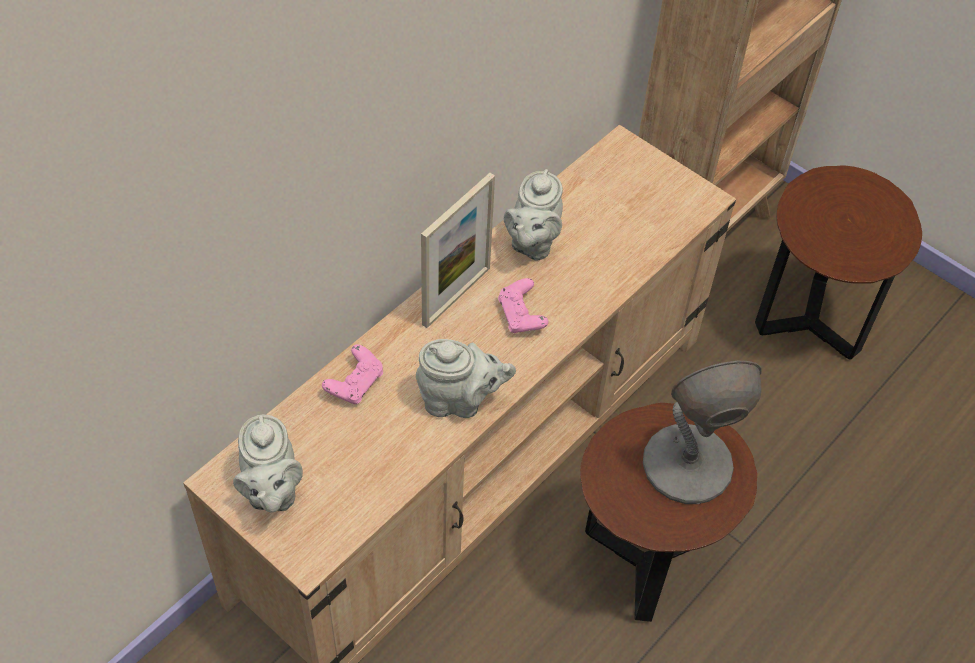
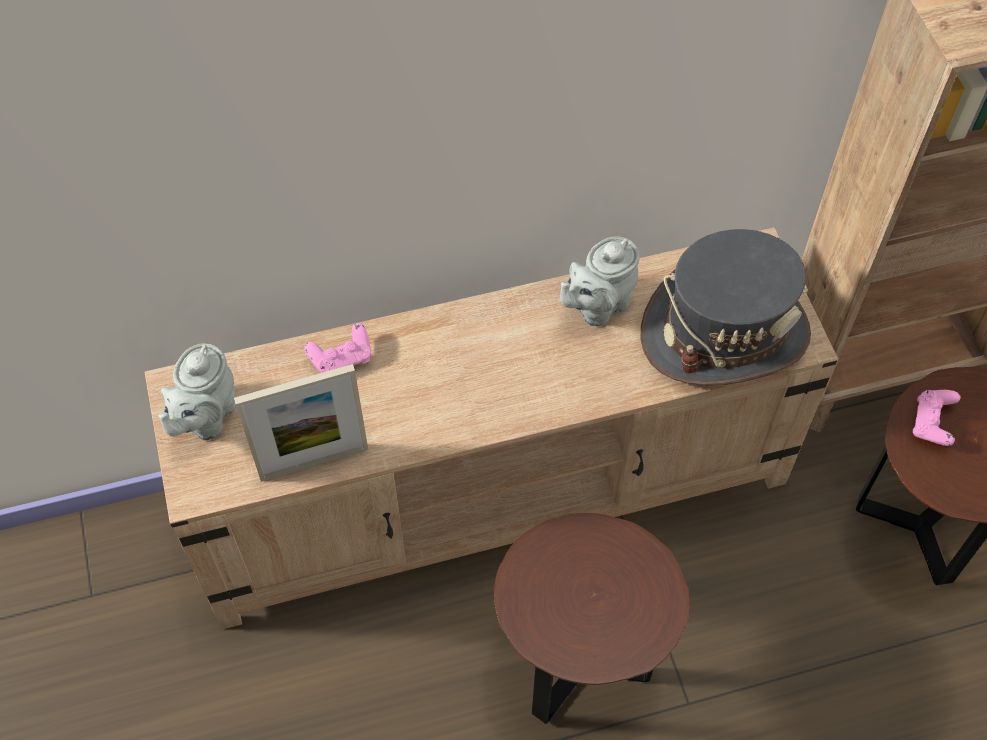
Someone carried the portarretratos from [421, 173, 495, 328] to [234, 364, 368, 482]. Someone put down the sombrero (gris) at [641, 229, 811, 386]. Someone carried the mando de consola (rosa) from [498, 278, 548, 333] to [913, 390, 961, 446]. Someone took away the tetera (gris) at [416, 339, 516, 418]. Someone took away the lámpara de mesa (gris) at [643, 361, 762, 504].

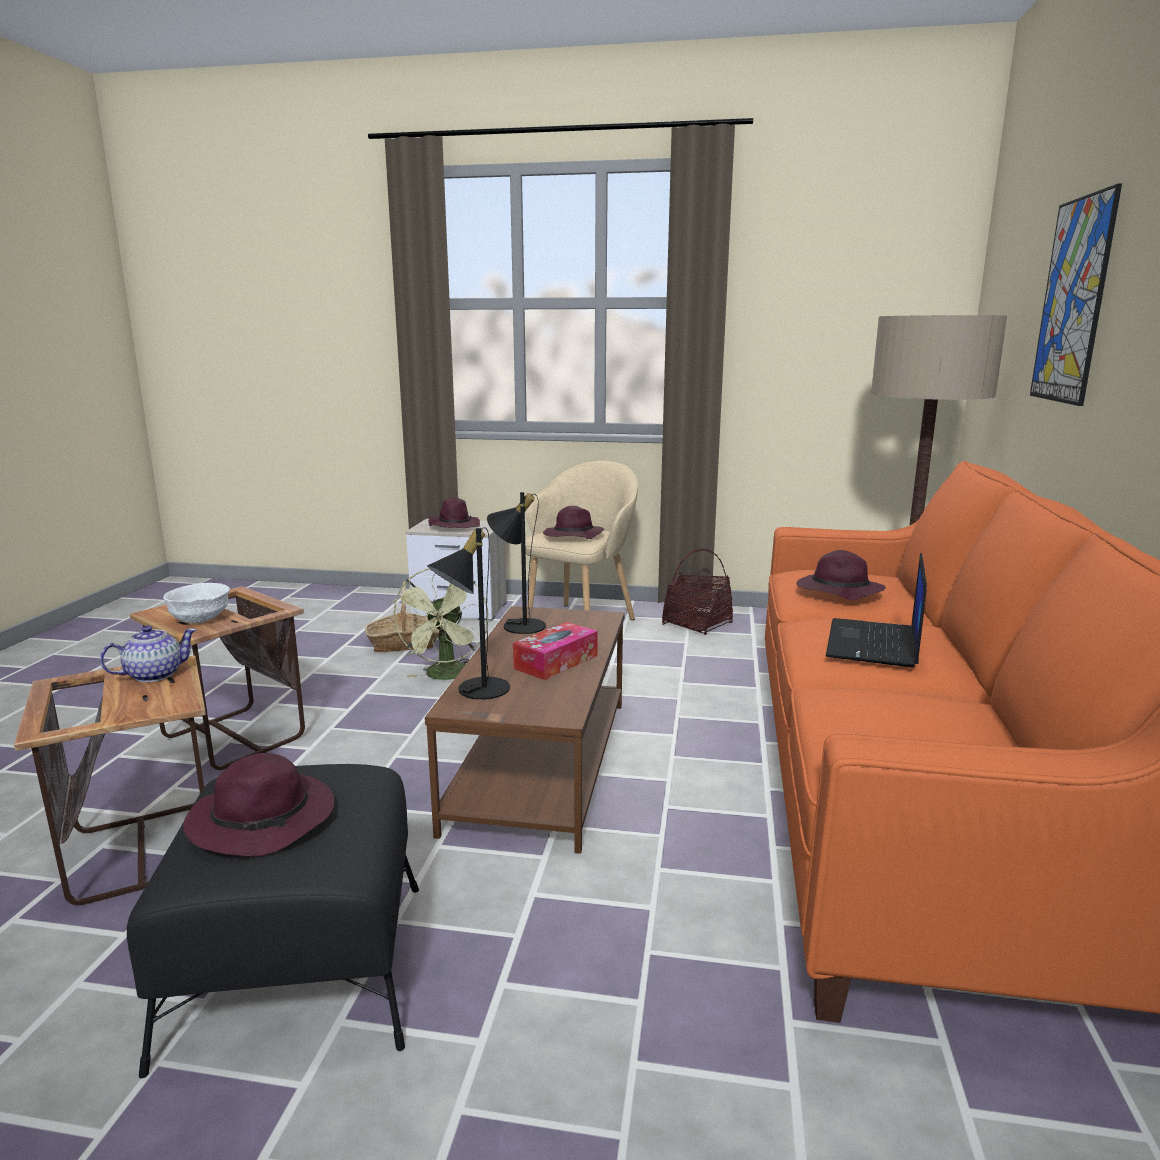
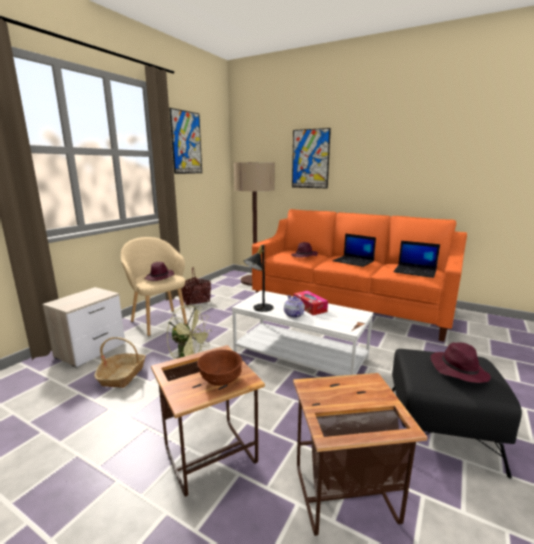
Someone put up the cuadro at [169, 108, 202, 174]. Someone repainted the cuenco (blanco) at [163, 583, 230, 624], which became the cuenco (marrón) at [197, 350, 242, 386]. Someone repainted the mesa de centro (marrón) at [425, 606, 625, 854], which became the mesa de centro (blanco) at [232, 290, 374, 376]. Someone carried the tetera from [100, 626, 197, 682] to [284, 295, 305, 318]. Someone put down the portátil at [394, 241, 440, 278]. Someone took away the lámpara de mesa (negro) at [427, 527, 510, 700]. Someone took away the sombrero (morado) at [428, 497, 480, 528].

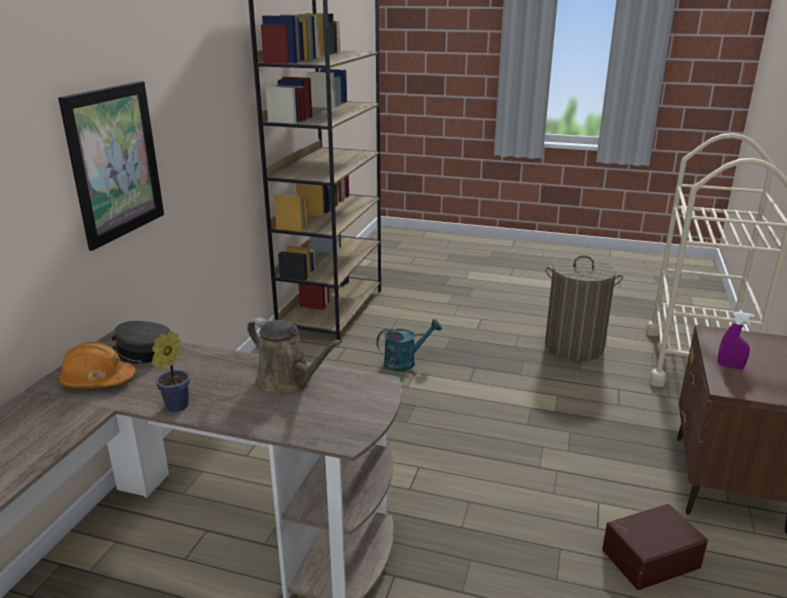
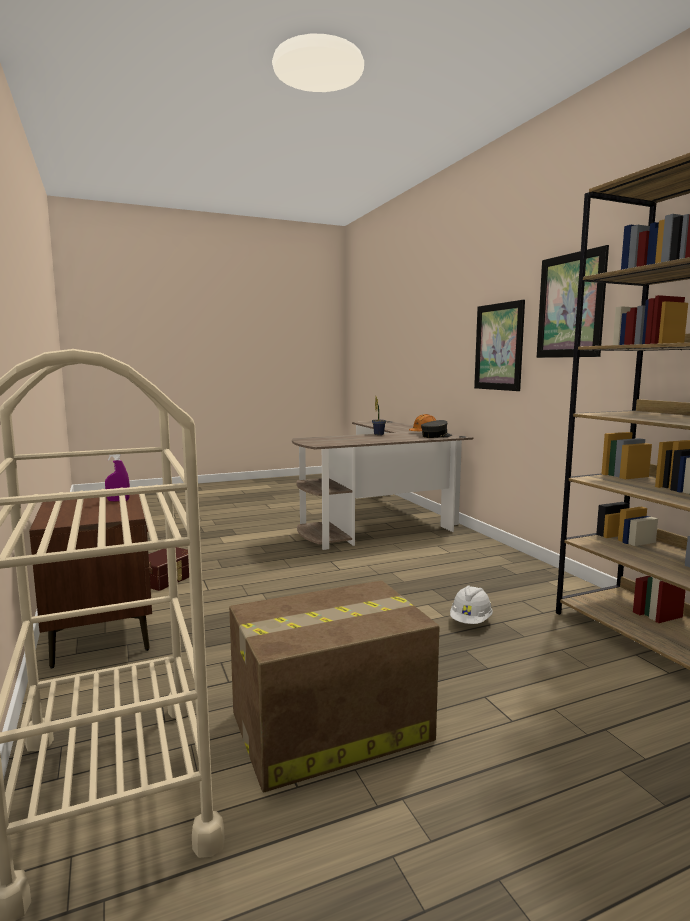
Someone swapped the cesto de la ropa at [545, 256, 623, 361] for the caja de cartón at [229, 580, 439, 792]. Someone swapped the regadera (turquesa) at [376, 319, 442, 371] for the casco (blanco) at [450, 585, 493, 624]. Someone put up the cuadro at [537, 245, 609, 358]. Someone took away the regadera (marrón) at [247, 317, 342, 396].

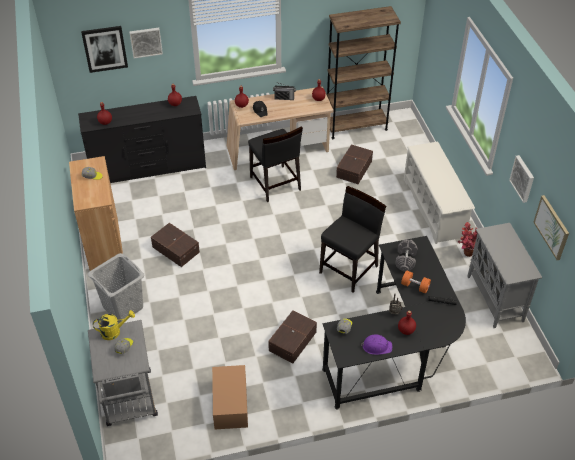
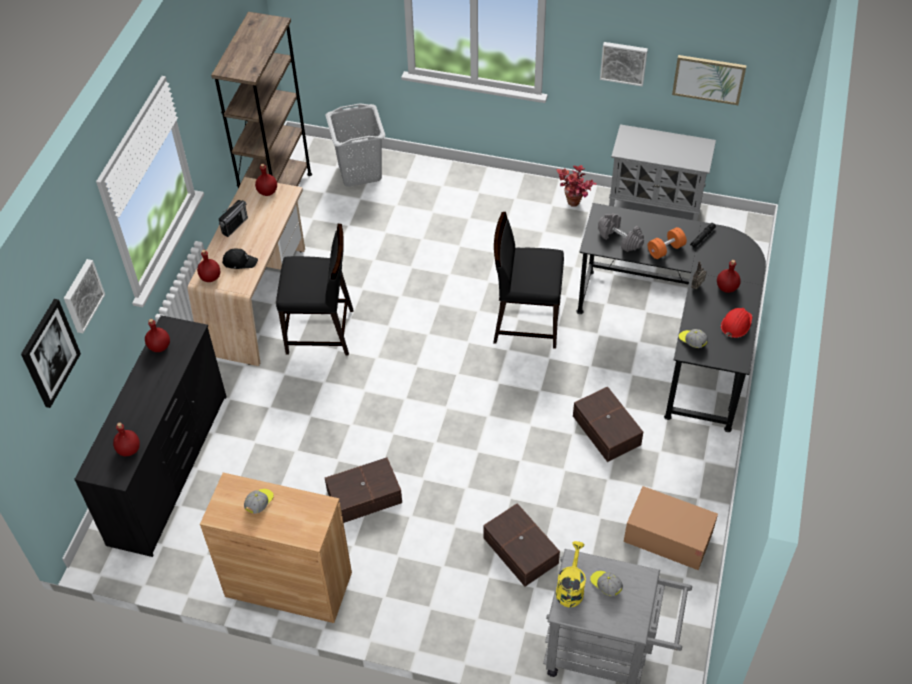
Someone carried the cesto de la ropa (gris) from [87, 253, 145, 323] to [325, 104, 385, 187]. Someone carried the caja de almacenaje (marrón) from [336, 144, 373, 184] to [483, 503, 560, 587]. Someone rotated the silla (negro) at [319, 186, 386, 293] by 60 degrees counterclockwise. Someone repainted the casco (morado) at [361, 334, 392, 355], which became the casco (rojo) at [721, 308, 752, 338]. Someone took away the zapatero (blanco) at [404, 141, 475, 244].

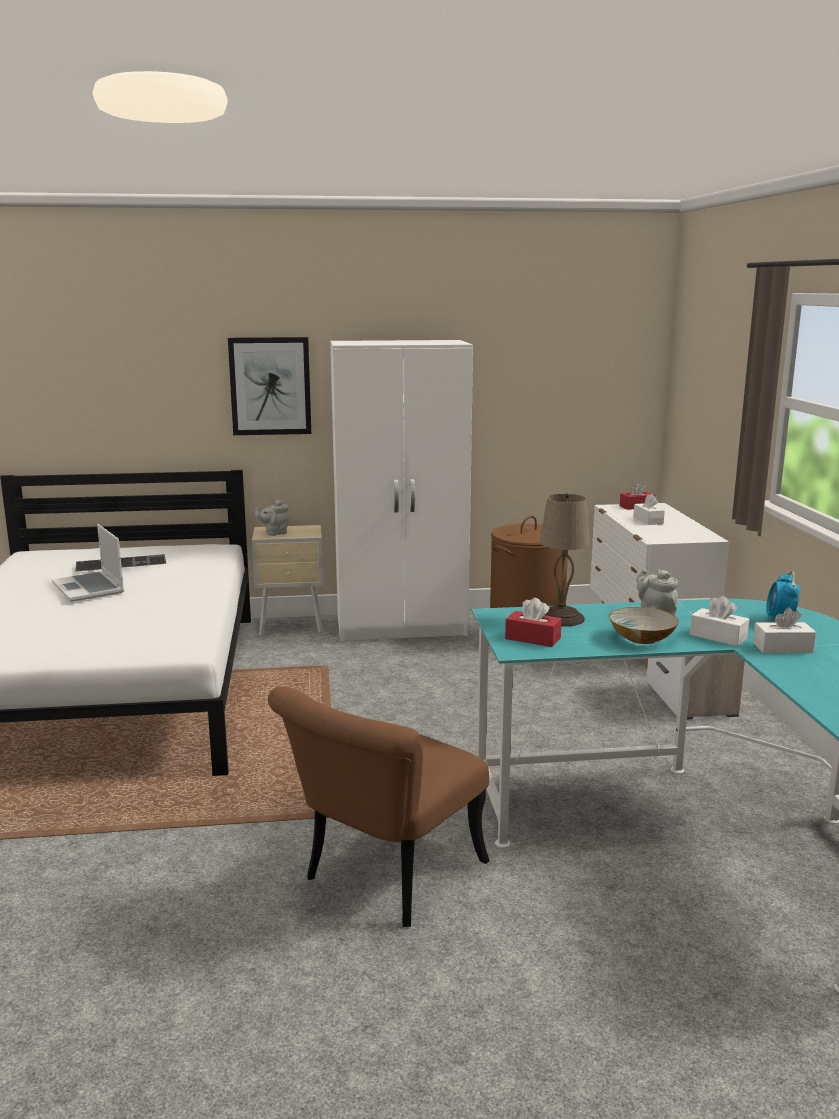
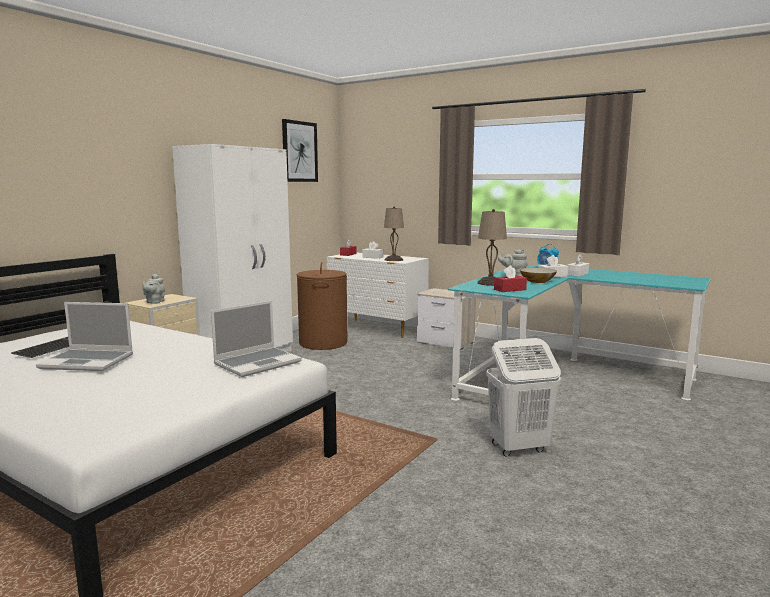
Someone put down the portátil at [211, 301, 302, 377]. Someone carried the cuadro from [228, 337, 311, 435] to [282, 119, 318, 182]. Someone put down the lámpara de mesa (beis) at [384, 206, 404, 261]. Someone swapped the silla (marrón) at [268, 686, 490, 927] for the cesto de la ropa (blanco) at [486, 338, 561, 457].

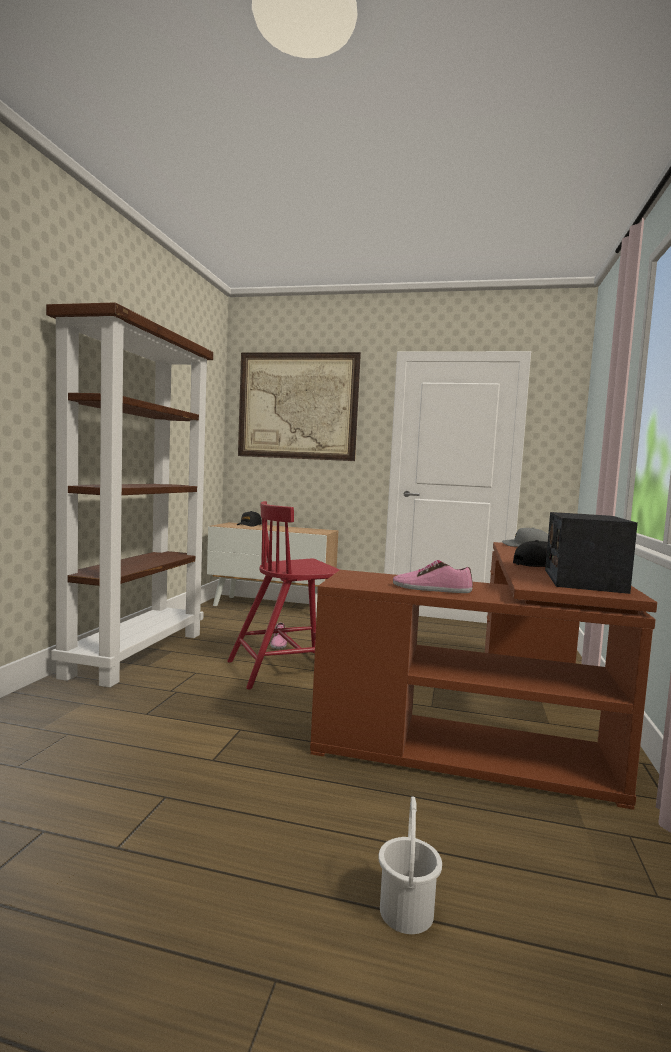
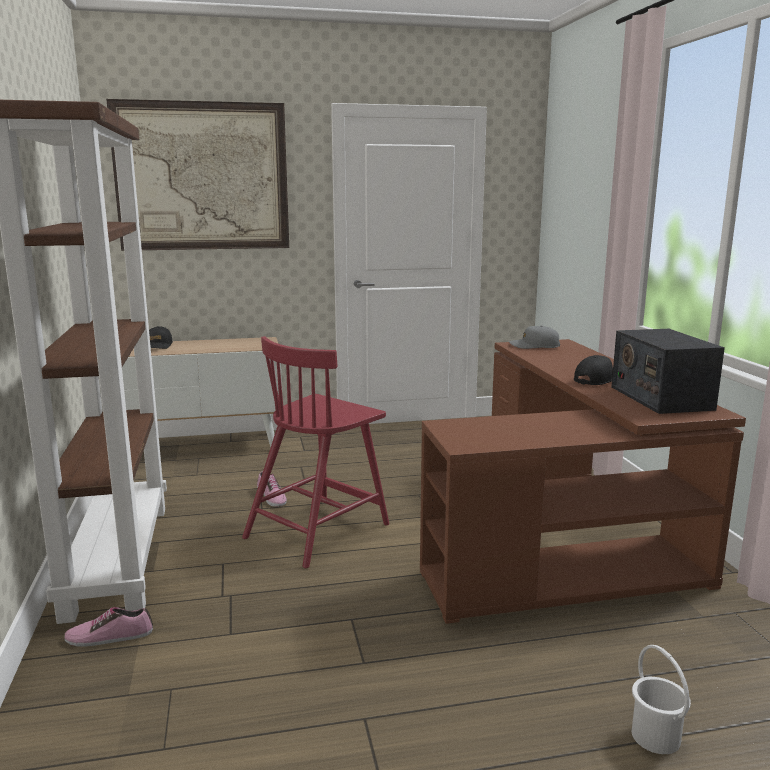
Someone carried the zapato from [393, 560, 473, 593] to [64, 607, 153, 647].

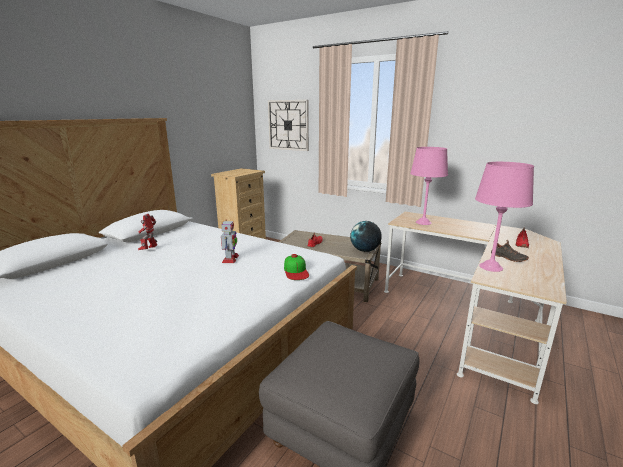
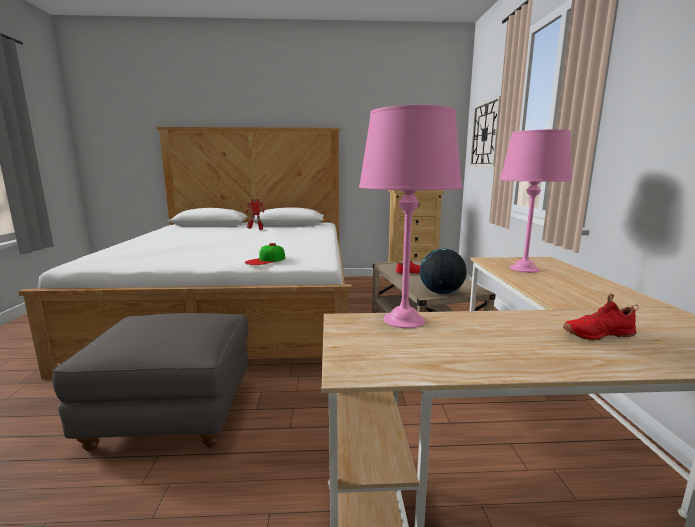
Someone took away the robot de juguete at [221, 221, 239, 263]. Someone took away the zapato (negro) at [491, 240, 529, 262].

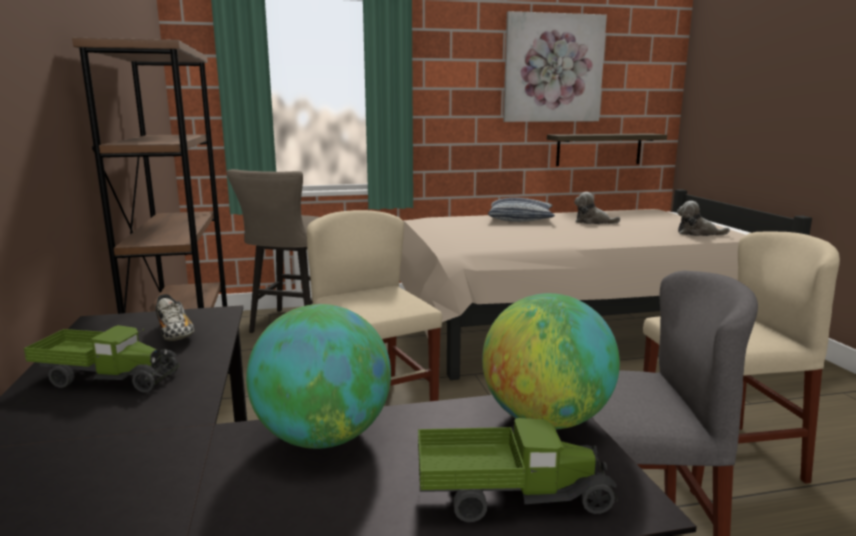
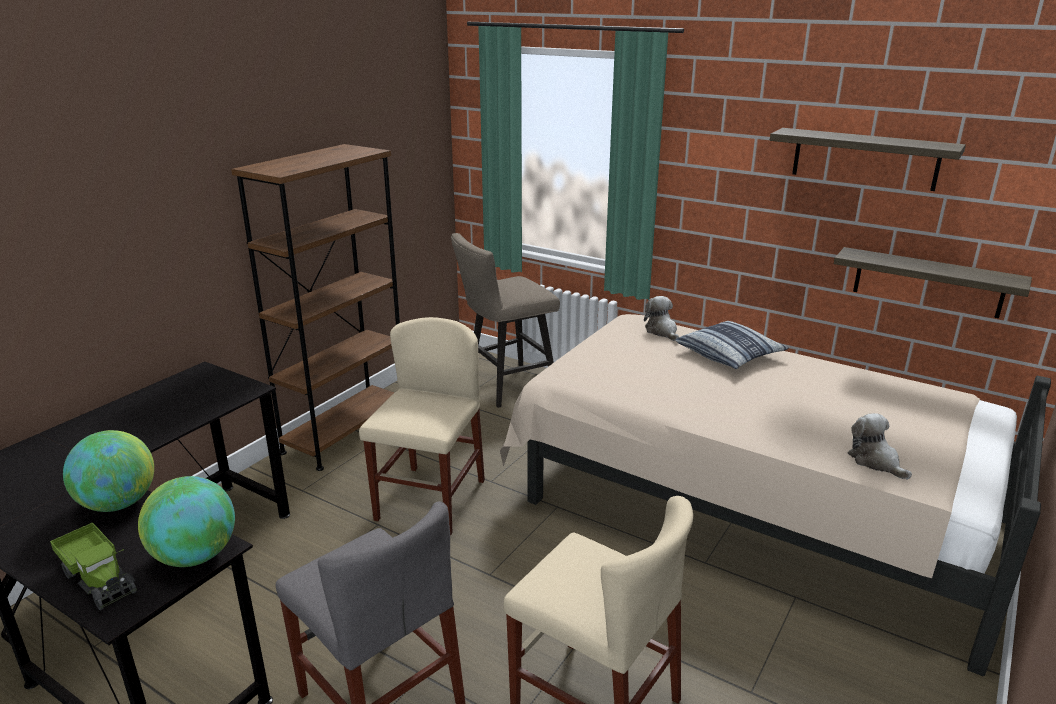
Someone carried the peluche from [574, 192, 620, 224] to [644, 296, 679, 341]. Someone swapped the cuadro at [503, 11, 607, 122] for the estante at [770, 128, 966, 191]. Someone took away the camión de juguete at [24, 325, 180, 393]. Someone took away the zapato at [155, 294, 195, 341].

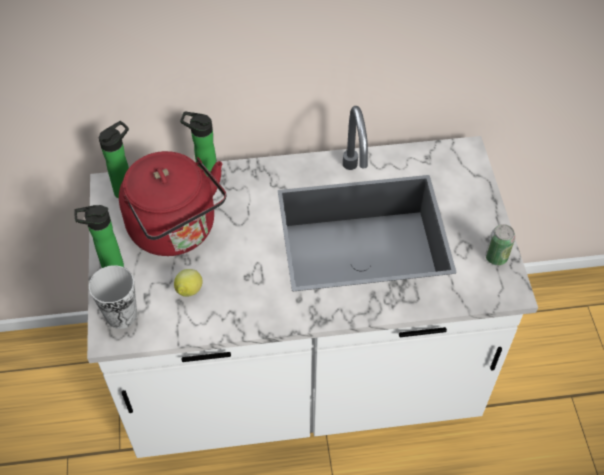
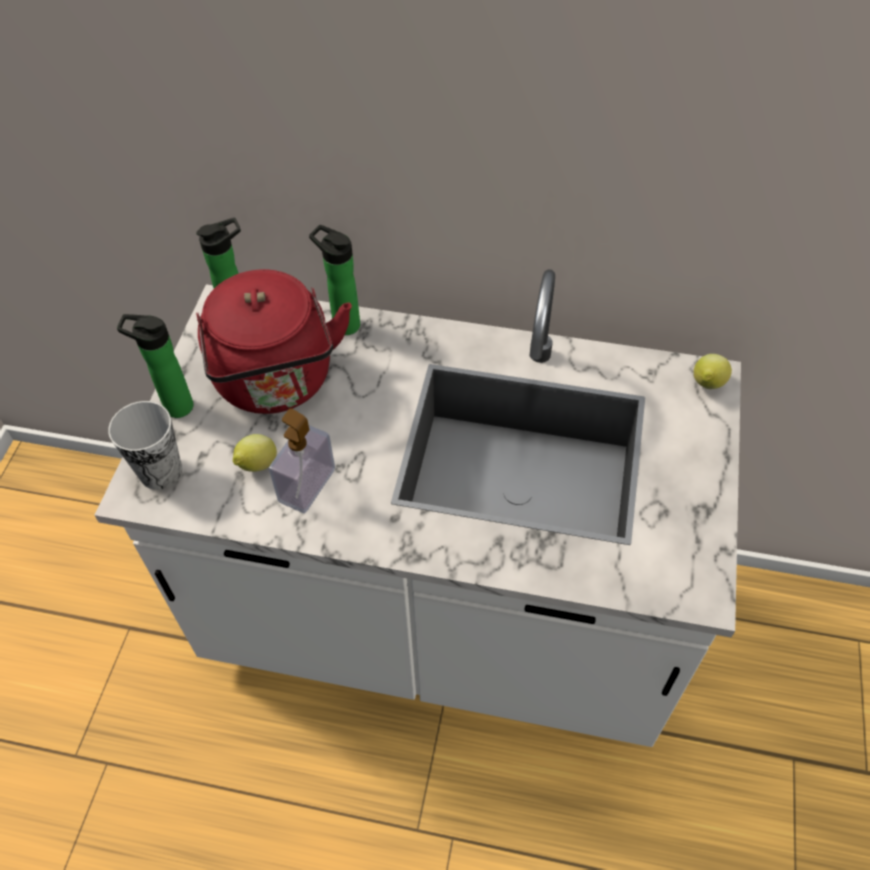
Someone put down the dispensador de jabón at [269, 408, 335, 513]. Someone put down the limón at [694, 354, 732, 389]. Someone took away the lata at [485, 224, 515, 265].

